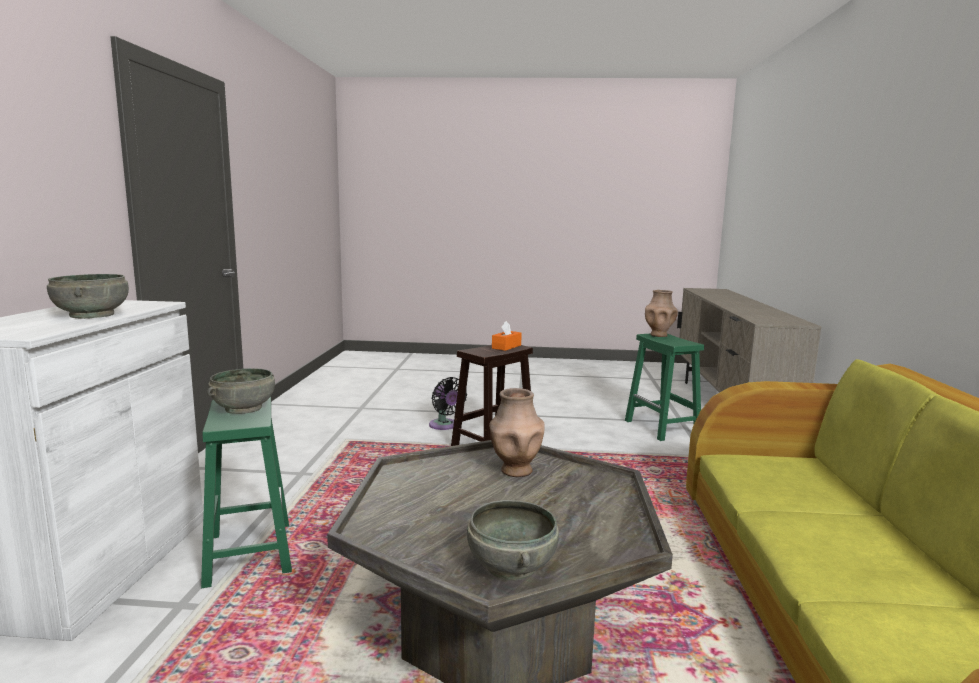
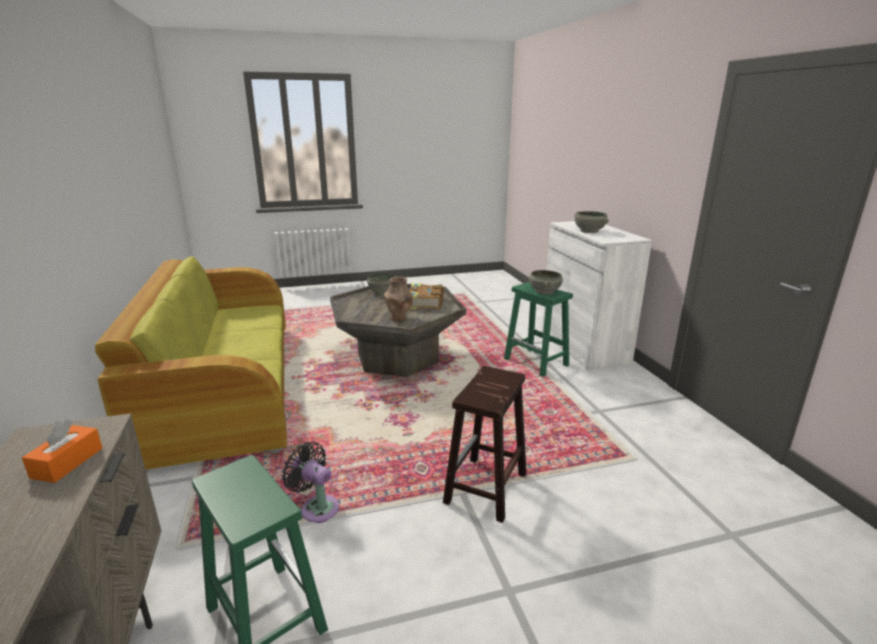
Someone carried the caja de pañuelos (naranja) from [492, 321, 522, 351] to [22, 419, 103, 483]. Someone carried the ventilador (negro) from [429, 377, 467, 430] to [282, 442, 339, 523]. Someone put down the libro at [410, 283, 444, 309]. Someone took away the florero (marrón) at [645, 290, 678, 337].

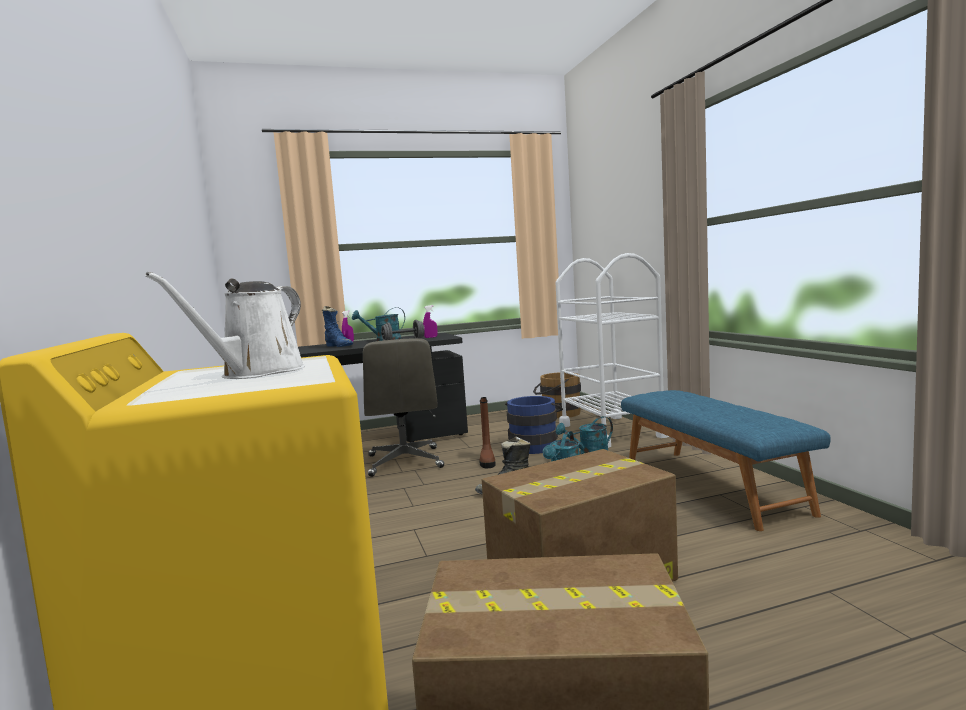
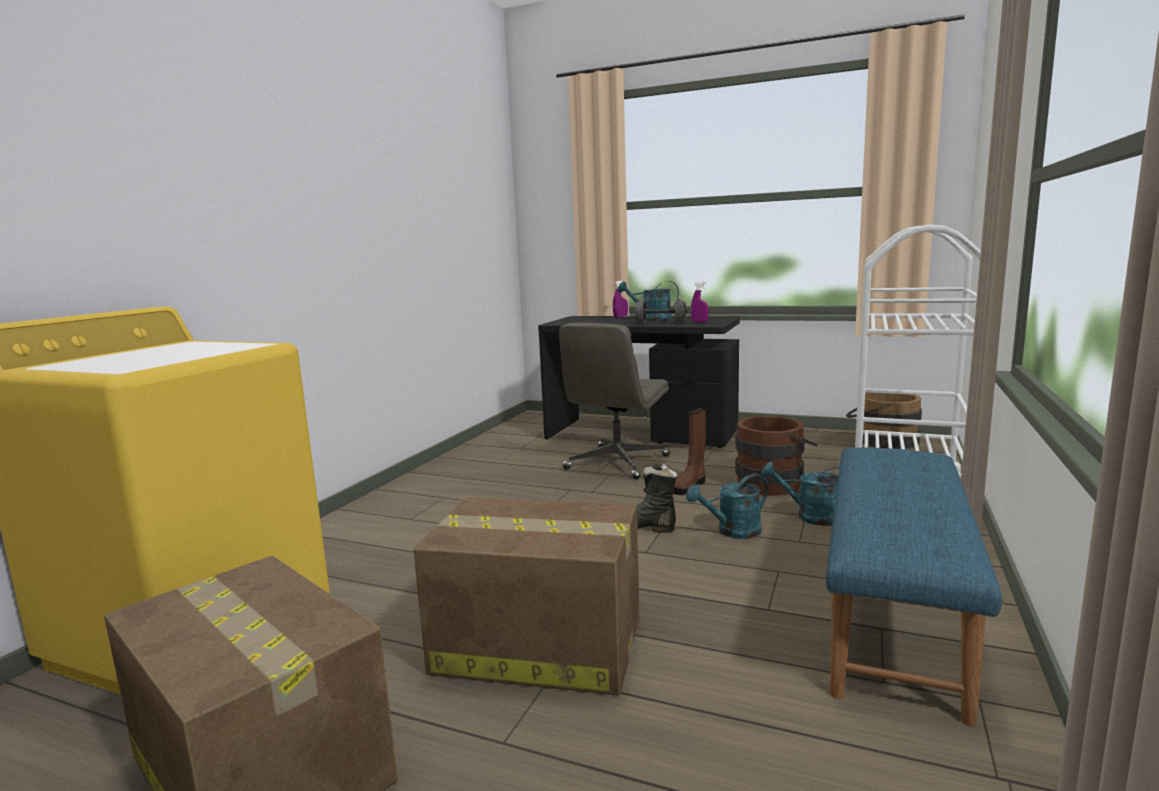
Someone repainted the cubo (azul) at [505, 396, 563, 454], which became the cubo (marrón) at [735, 416, 817, 496]. Someone took away the regadera (blanco) at [145, 272, 305, 379]. Someone took away the bota (azul) at [322, 306, 353, 347].

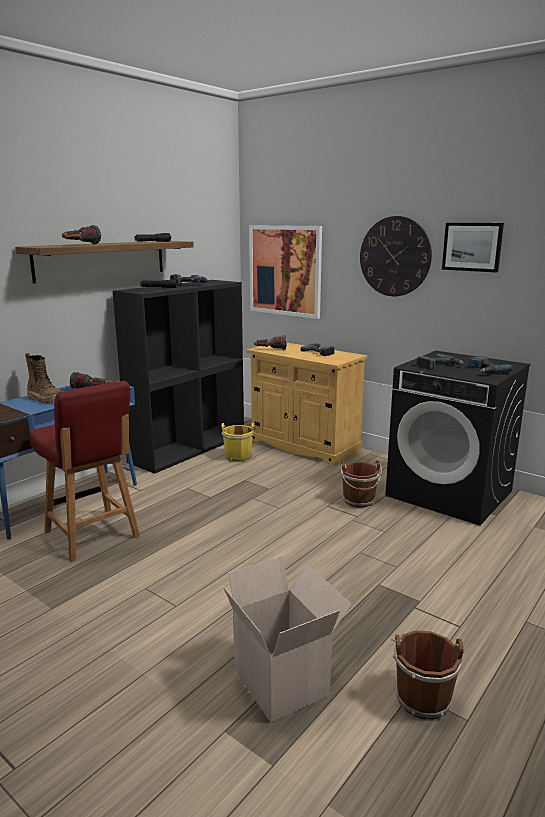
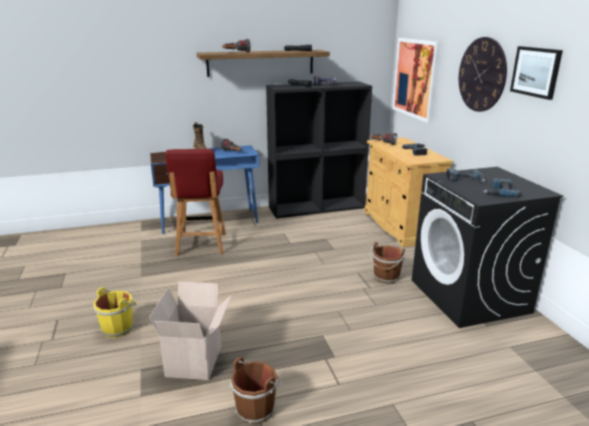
Someone carried the cubo (amarillo) from [221, 423, 255, 462] to [92, 287, 137, 338].

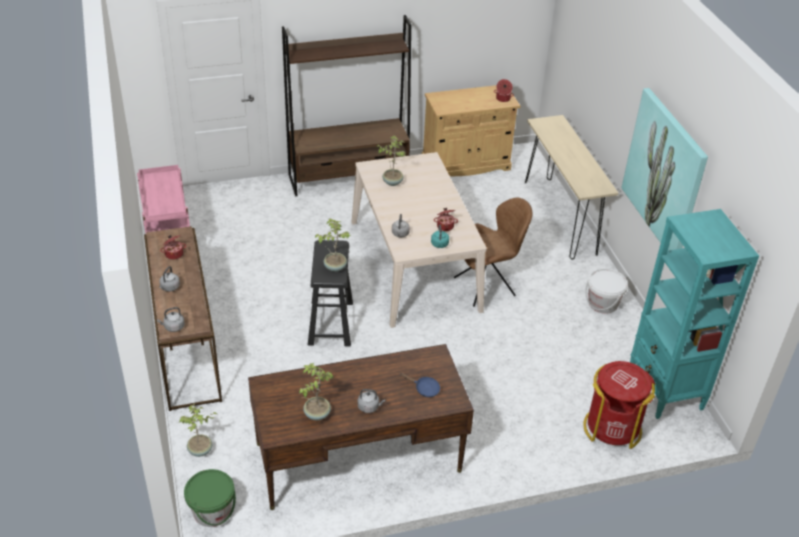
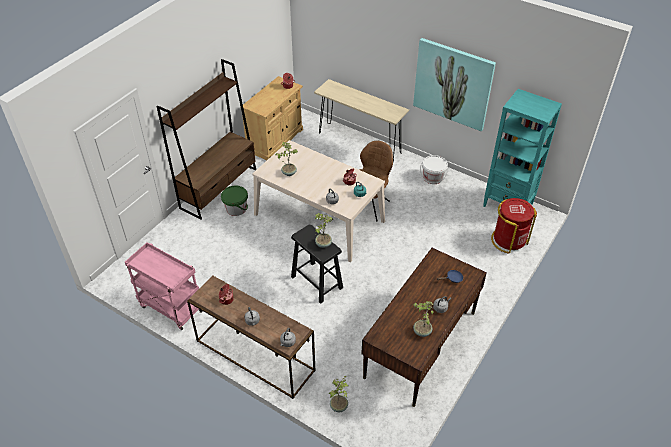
Someone carried the cubo (verde) from [184, 469, 236, 527] to [221, 185, 248, 216].

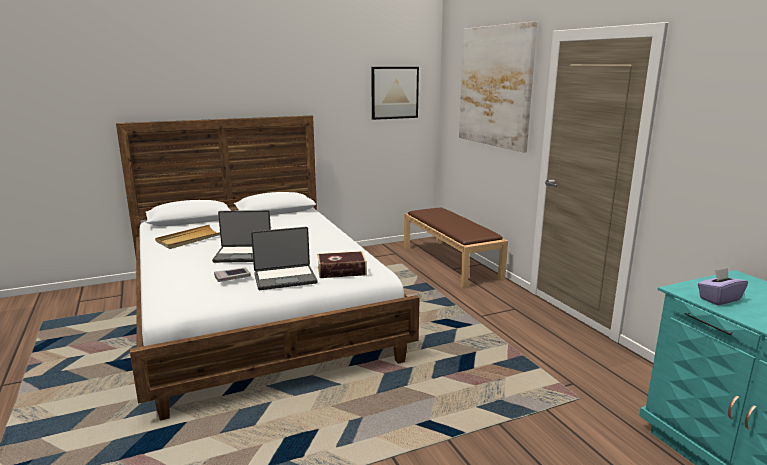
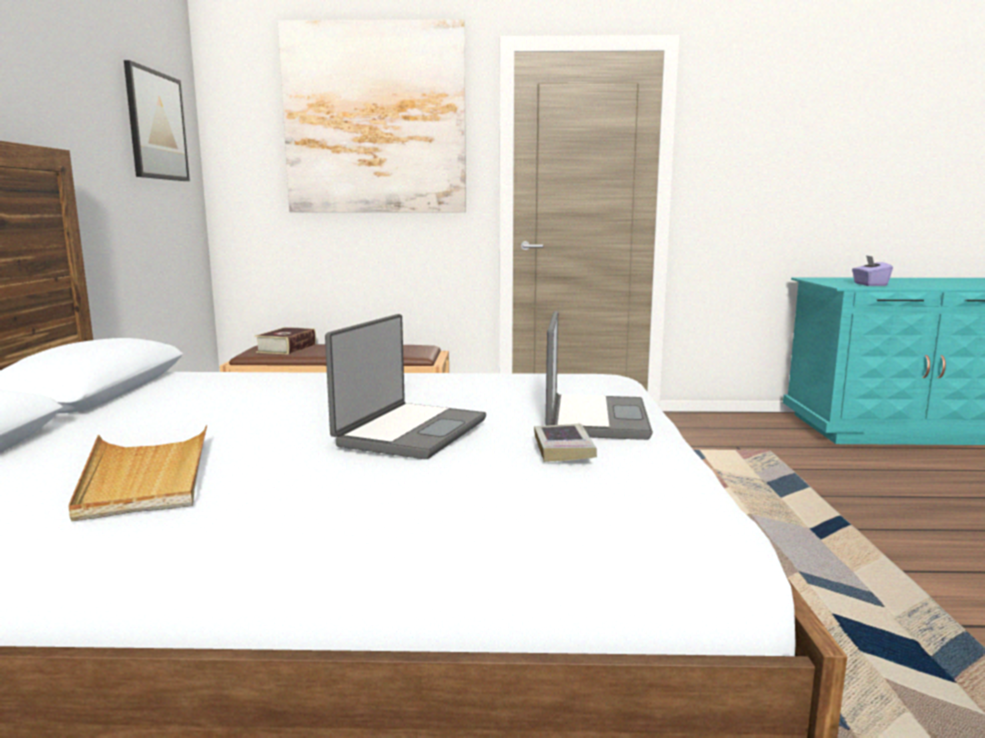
Someone carried the libro from [317, 251, 367, 278] to [255, 327, 316, 355].

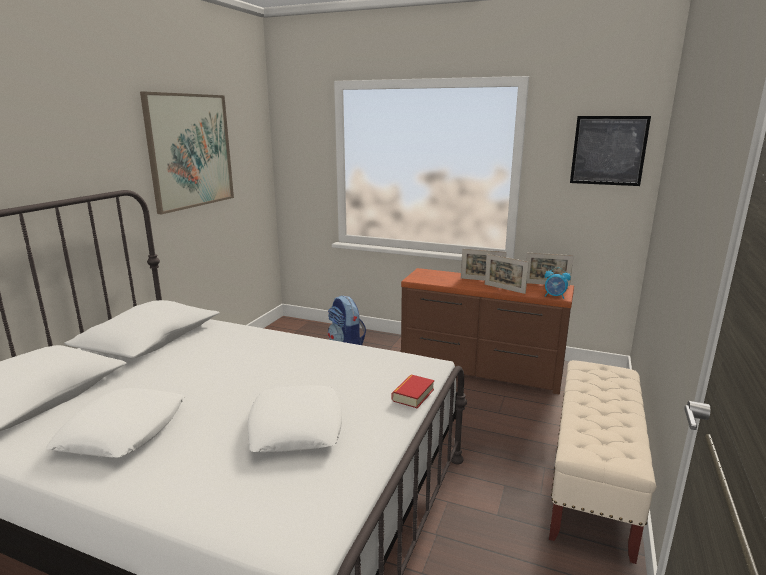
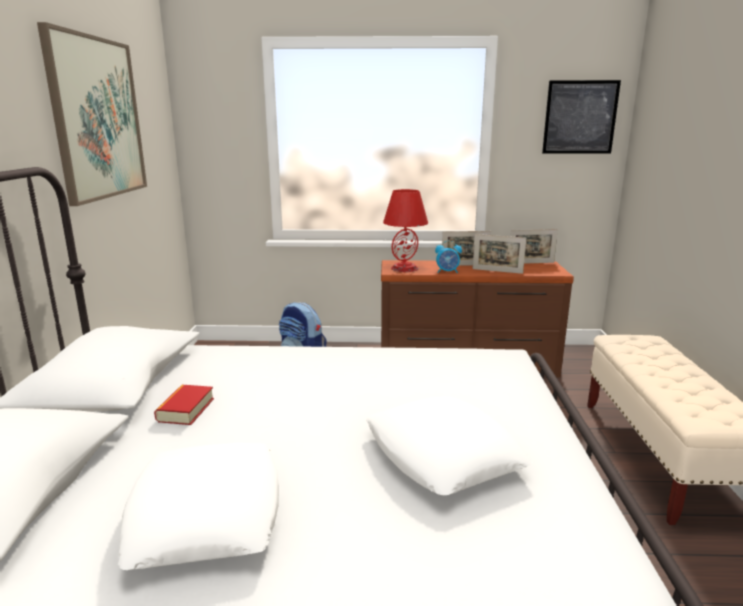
Someone carried the libro from [392, 374, 434, 408] to [154, 385, 214, 425]. Someone put down the lámpara de mesa (rojo) at [383, 189, 428, 272]. Someone carried the despertador from [545, 267, 571, 299] to [435, 241, 462, 273].

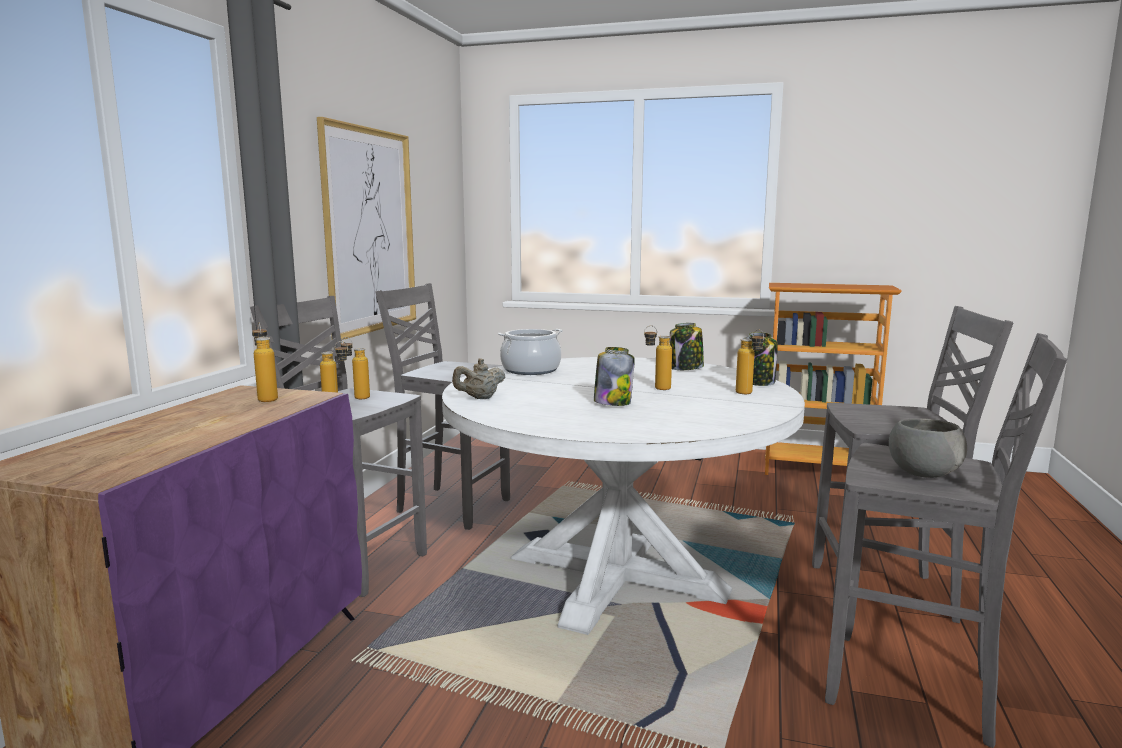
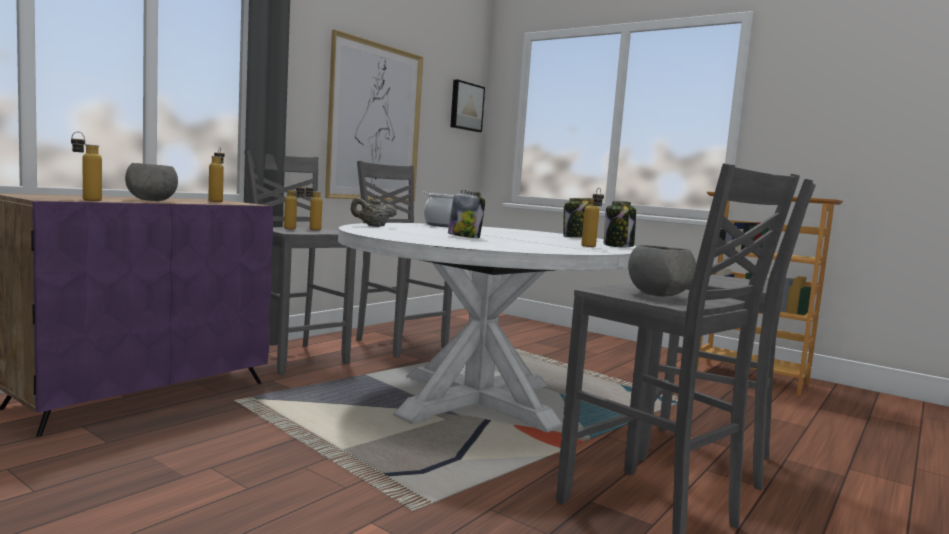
Someone carried the botella from [644, 325, 672, 390] to [71, 132, 102, 201]. Someone put down the cuenco (gris) at [125, 163, 178, 201]. Someone put up the cuadro at [450, 80, 485, 132].

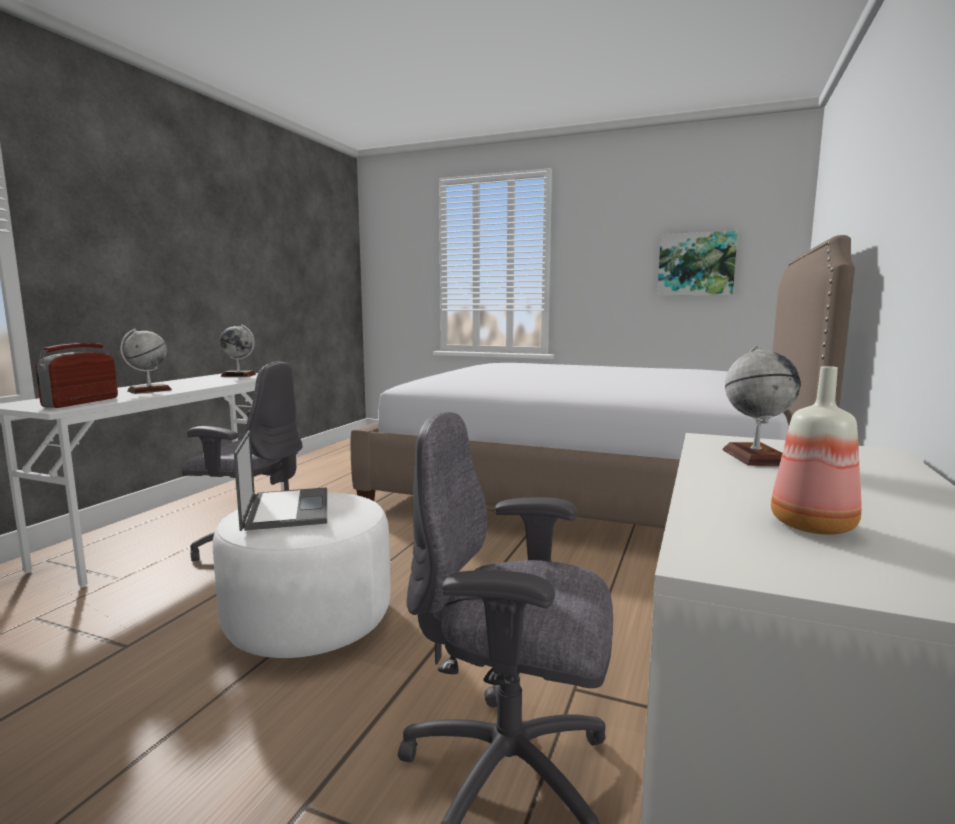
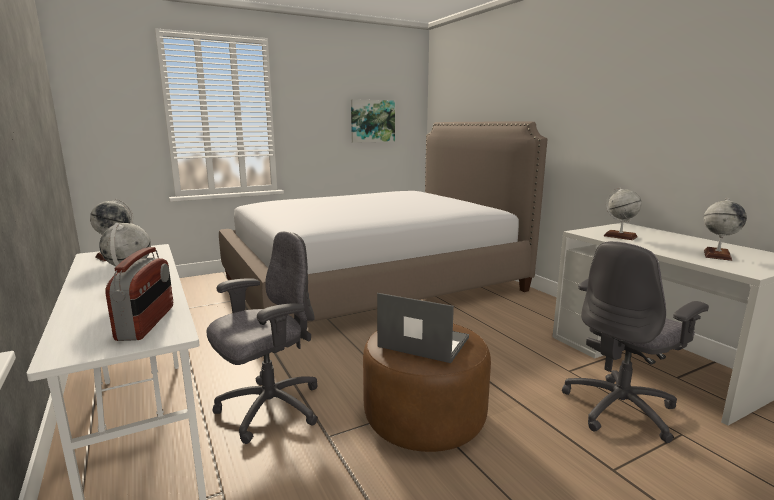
Someone rotated the radio at [35, 343, 118, 408] by 150 degrees counterclockwise. Someone repainted the puf (blanco) at [213, 492, 391, 658], which became the puf (marrón) at [363, 324, 491, 452]. Someone swapped the botella at [771, 366, 862, 535] for the globo terráqueo at [704, 198, 747, 261].

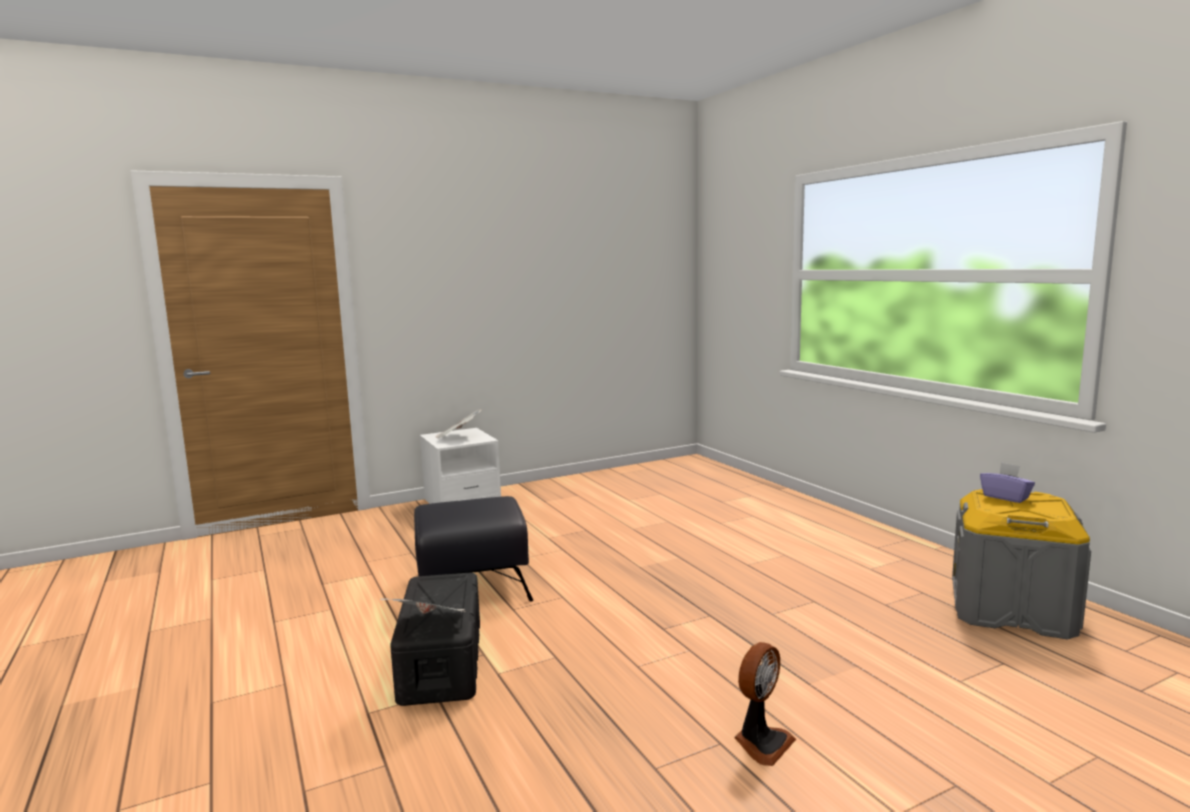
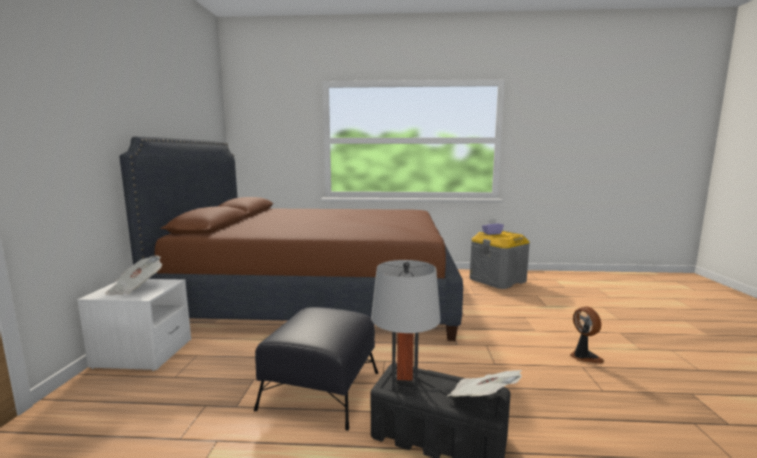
Someone put down the cama (marrón) at [120, 136, 463, 341]. Someone put down the lámpara de mesa (gris) at [371, 260, 441, 389].

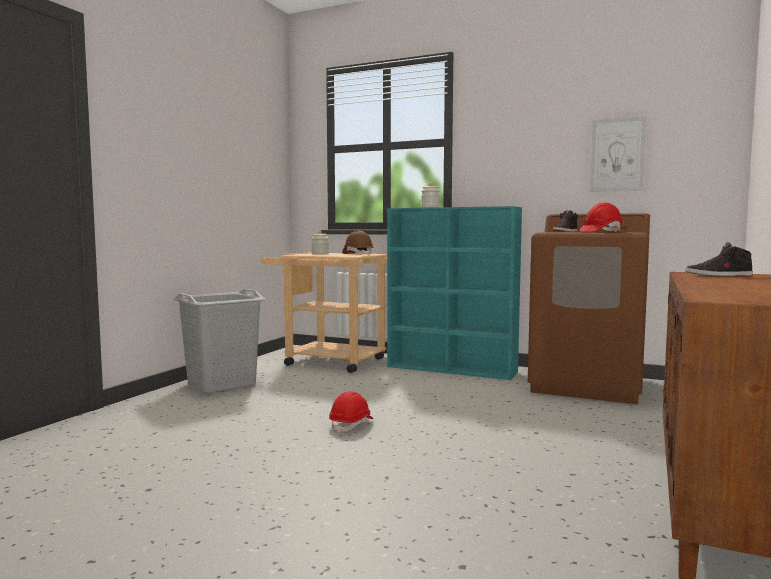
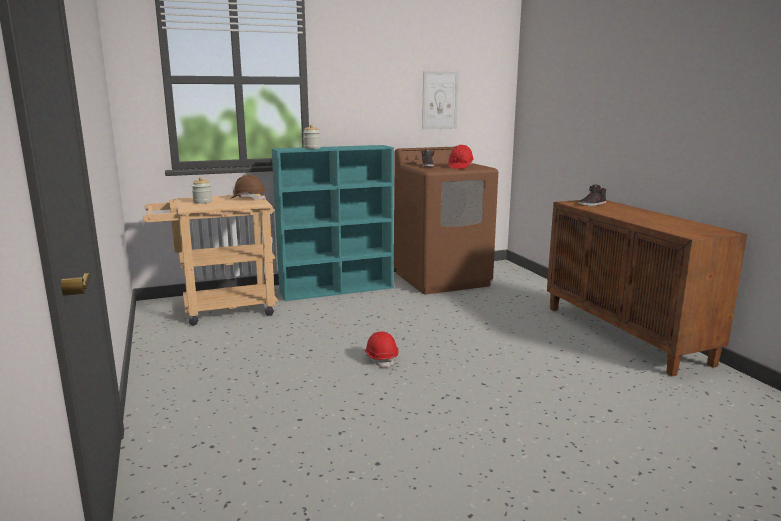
Someone took away the cesto de la ropa (gris) at [173, 289, 266, 393].

